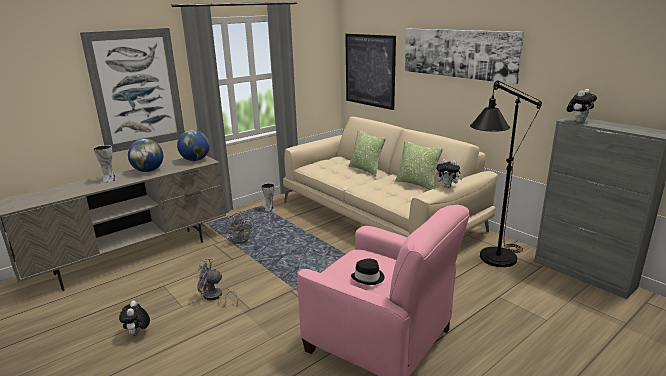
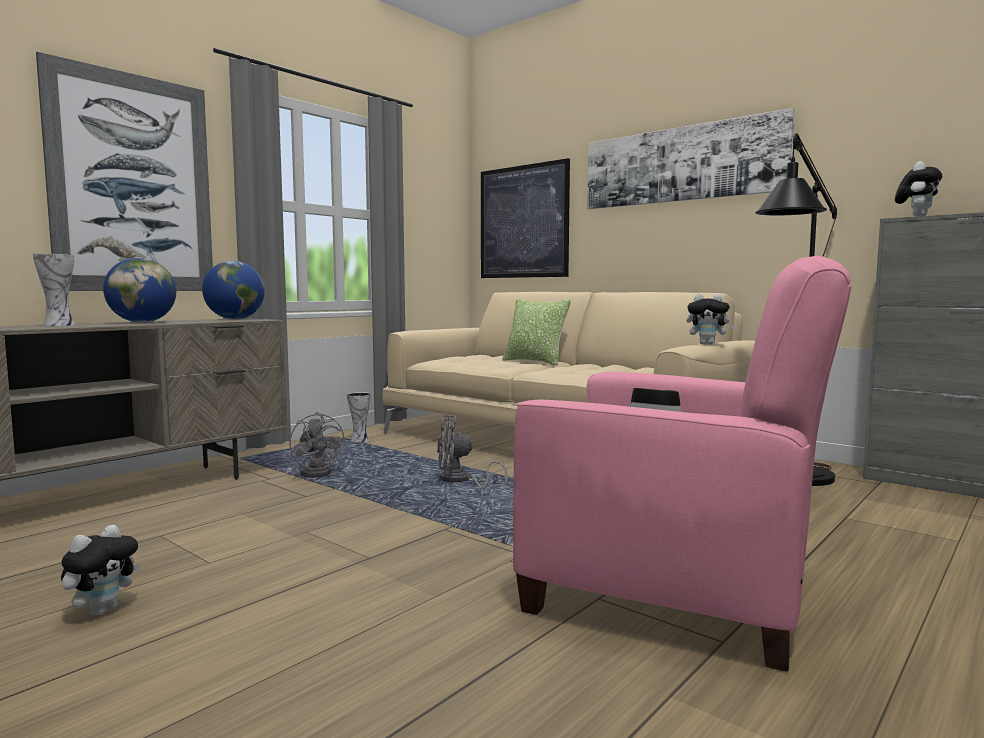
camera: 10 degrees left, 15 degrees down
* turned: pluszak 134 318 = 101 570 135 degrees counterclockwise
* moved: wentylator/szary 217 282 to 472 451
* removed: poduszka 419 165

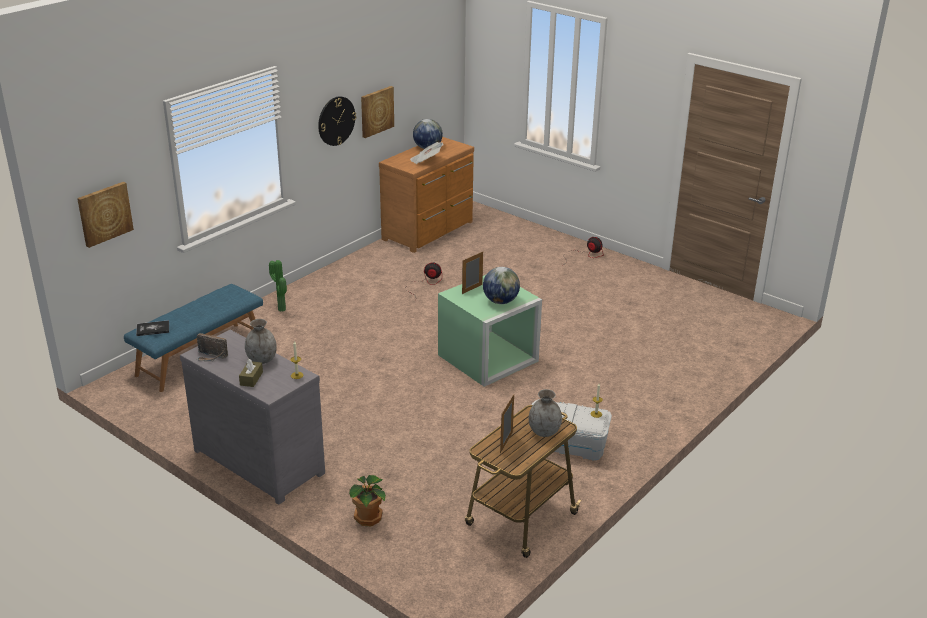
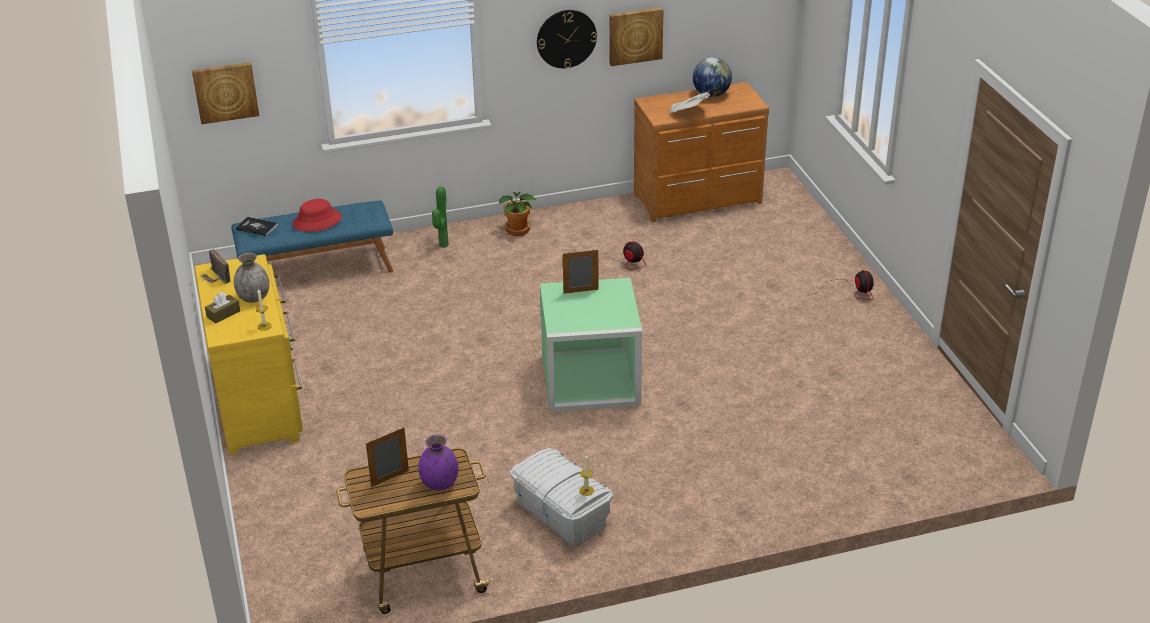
camera: 35 degrees right, 5 degrees up
* recoloured: komoda/szary 252 417 to komoda/żółty 248 354
* added: kapelusz/czerwony 317 215
* recoloured: wazon/szary 545 413 to wazon/fioletowy 438 463
* moved: roślina doniczkowa 367 500 to 517 214
* removed: globus 501 285

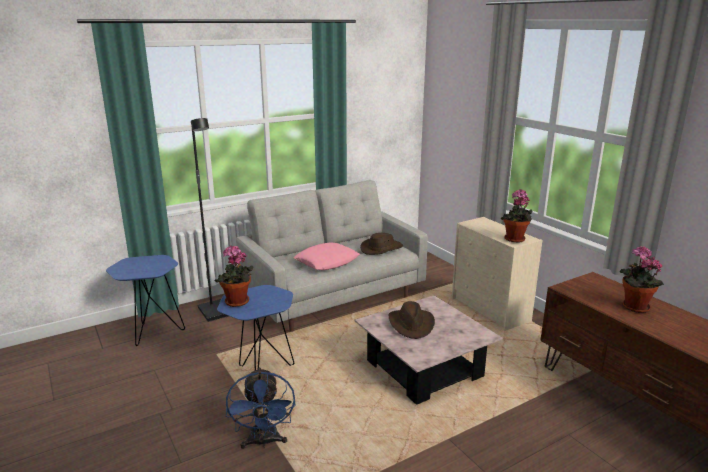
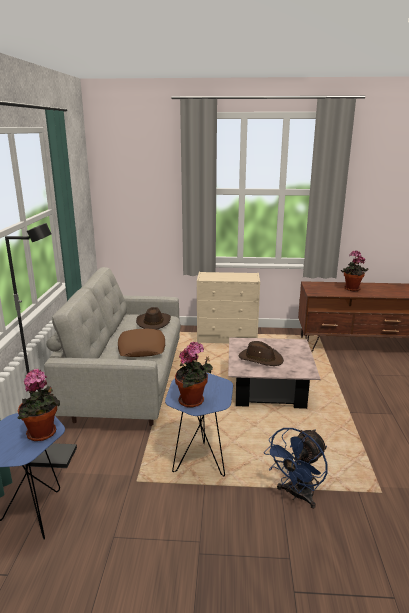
camera: 55 degrees left, 0 degrees up
* moved: roślina doniczkowa 517 215 to 38 405
* recoloured: poduszka/różowy 326 256 to poduszka/brązowy 141 343
* turned: wentylator/niebieski 260 408 = 295 468 105 degrees clockwise

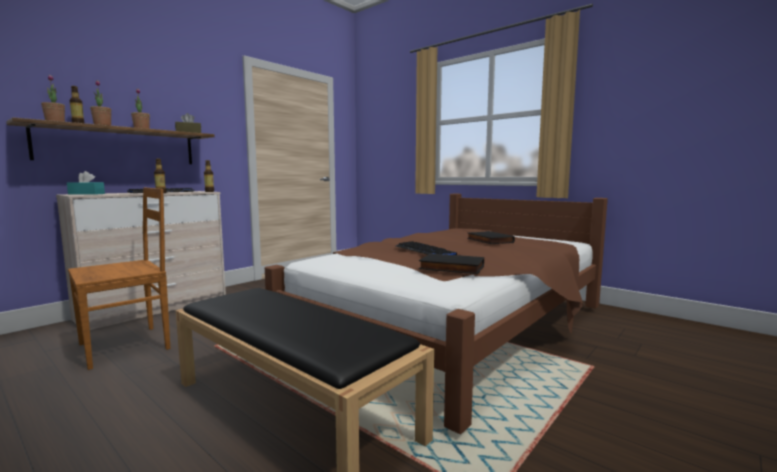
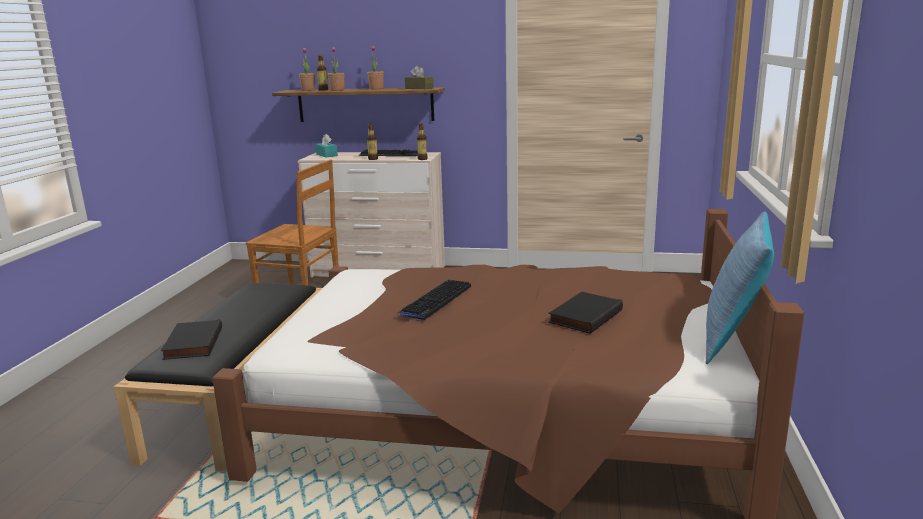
camera: 60 degrees right, 10 degrees up
* moved: książka/czarny 451 263 to 191 339
* added: poduszka 740 287

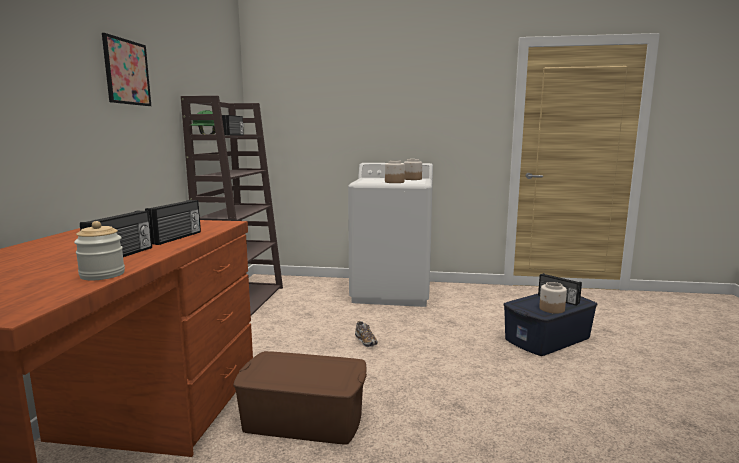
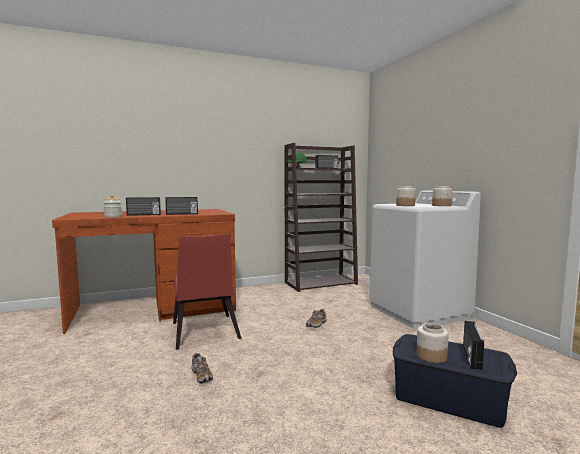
camera: 60 degrees right, 5 degrees down
* replaced: pojemnik do przechowywania/brązowy 300 398 to krzesło/czerwony 207 292
* added: but 202 368
* removed: obraz 126 69

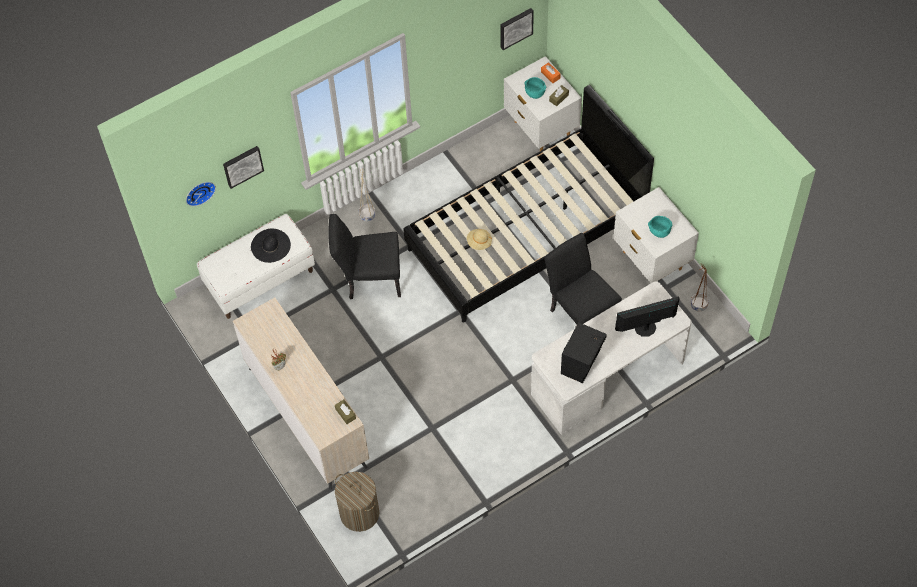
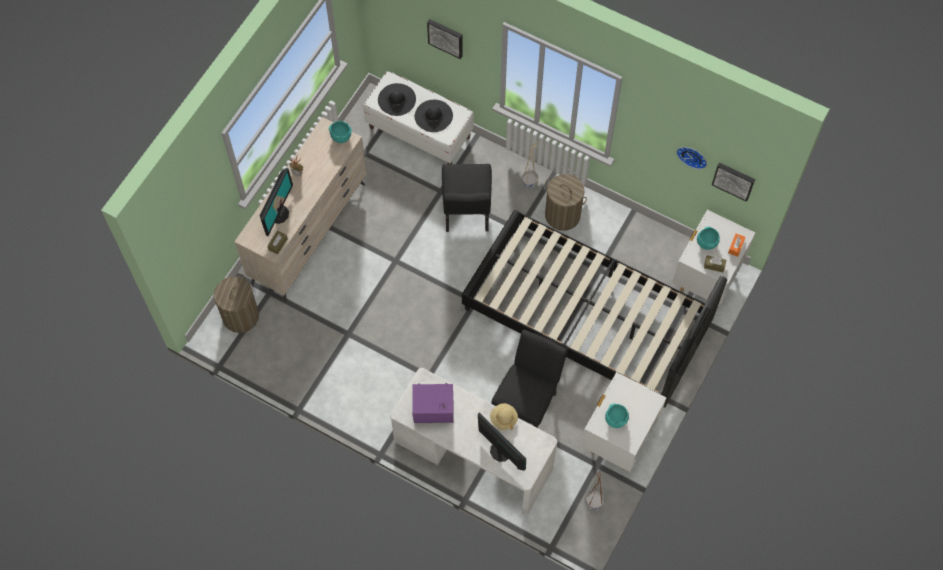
camera: 60 degrees right, 5 degrees up
* added: monitor 276 202
* added: miska/turkusowy 340 132
* added: kapelusz/czarny 397 99
* recoloured: głośnik/czarny 584 352 to głośnik/fioletowy 433 403
* turned: krzesło/czarny 364 256 = 467 198 150 degrees counterclockwise
* moved: kapelusz/beżowy 479 239 to 504 416
* added: kosz na pranie 566 202
* moved: zegar ścienny 201 194 to 692 158

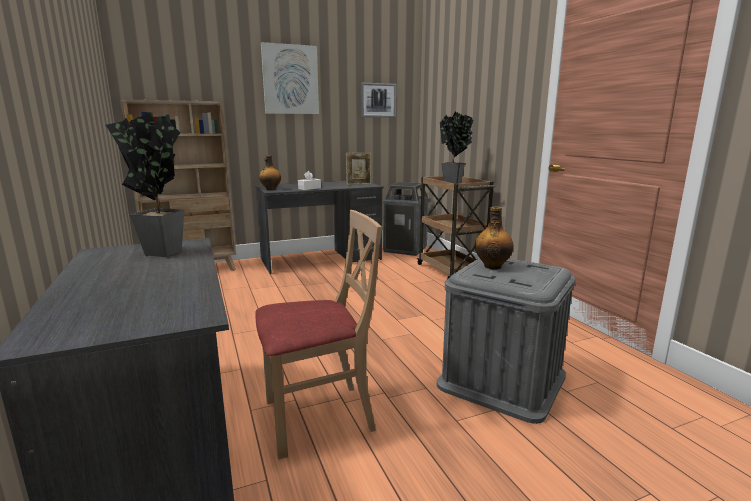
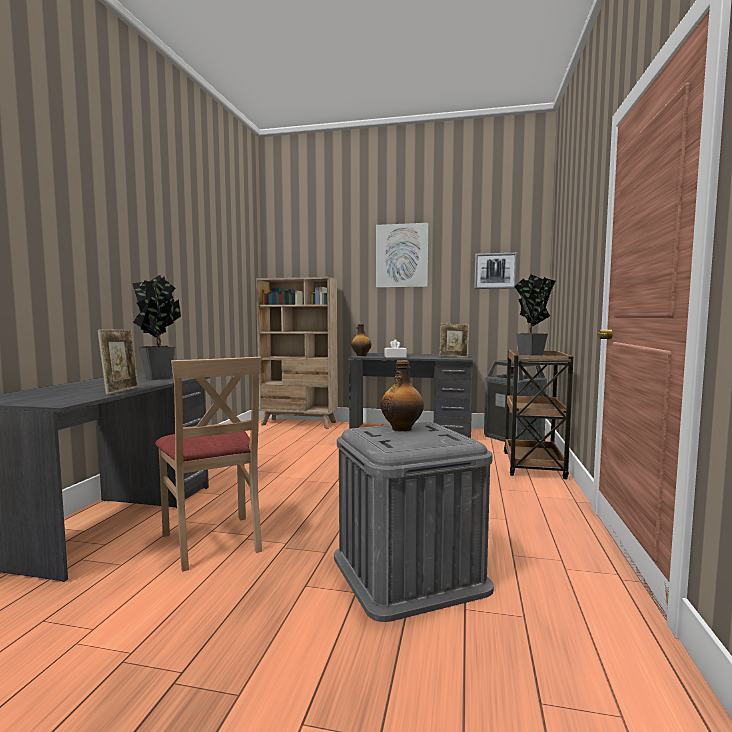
camera: 35 degrees right, 10 degrees down
* added: ramka na zdjęcie 118 362
* turned: krzesło/beżowy 318 334 = 208 464 45 degrees clockwise

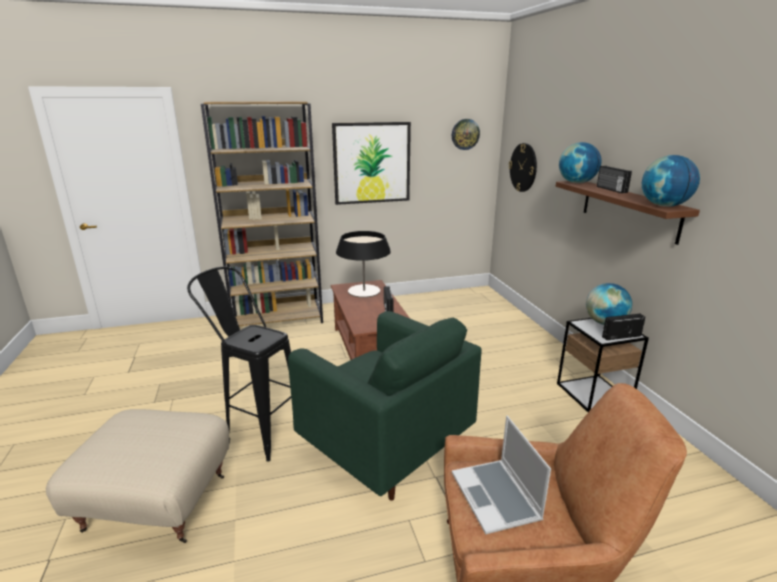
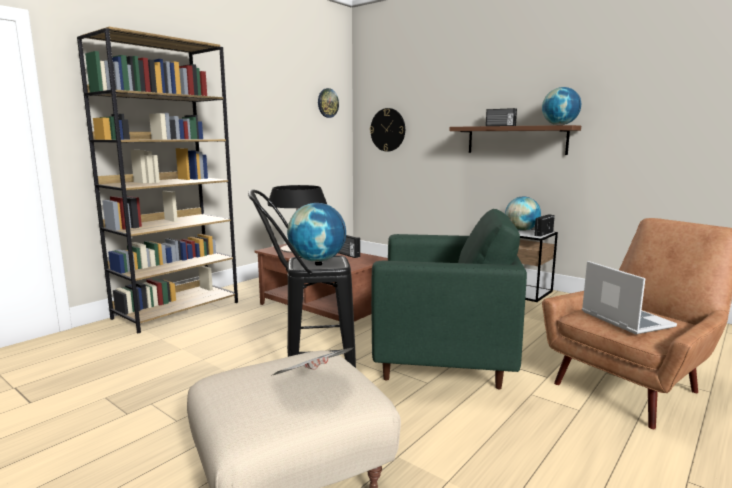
camera: 35 degrees left, 10 degrees down
* added: gazeta 312 362
* moved: globus 580 162 to 316 232
* turned: laptop 501 475 = 629 297 150 degrees counterclockwise
* removed: obraz 371 163

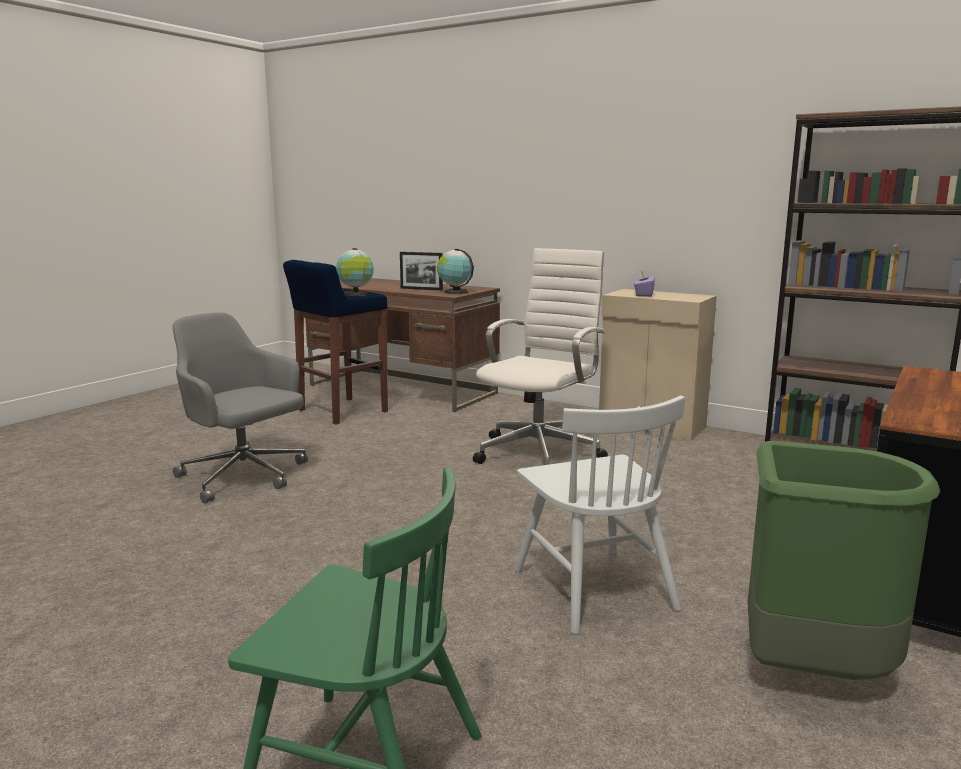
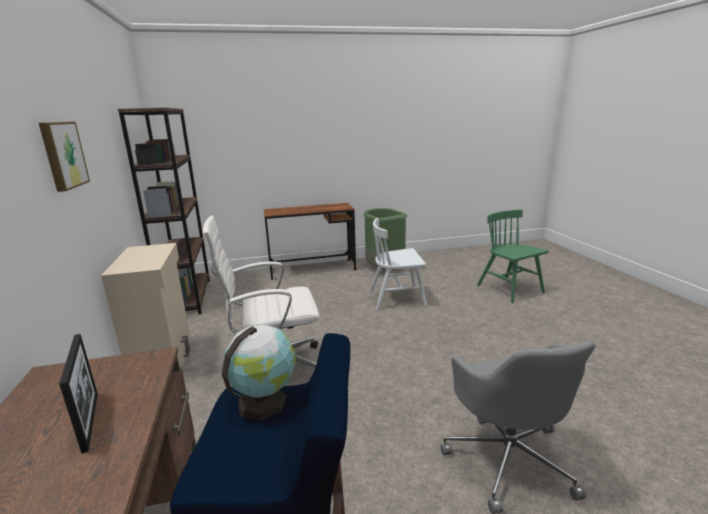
camera: 135 degrees left, 5 degrees up
* added: obraz 64 157
* turned: krzesło/biały 600 514 = 398 264 120 degrees counterclockwise
* removed: globus 455 271
* removed: pudełko chusteczek/fioletowy 644 284

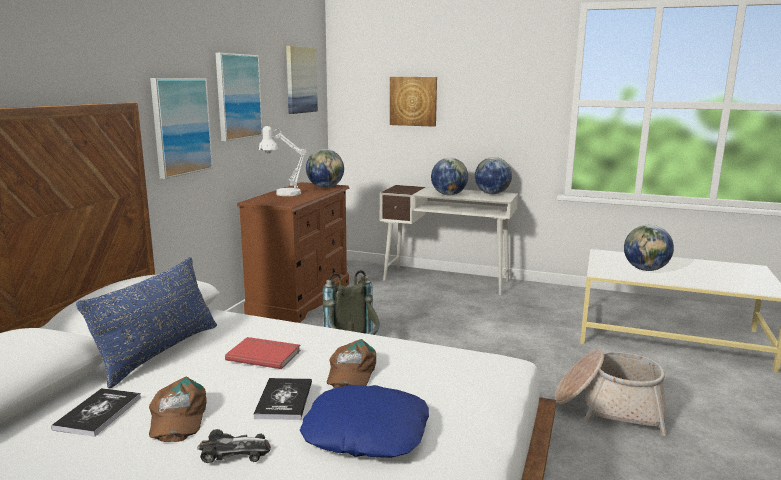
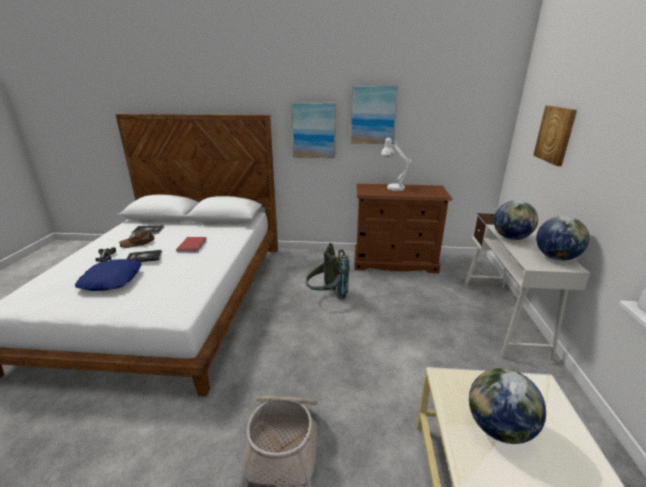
camera: 75 degrees right, 10 degrees up
* removed: poduszka/niebieski 146 322
* removed: obraz 302 80
* removed: globus 325 168
* removed: czapka z daszkiem/brązowy 351 363

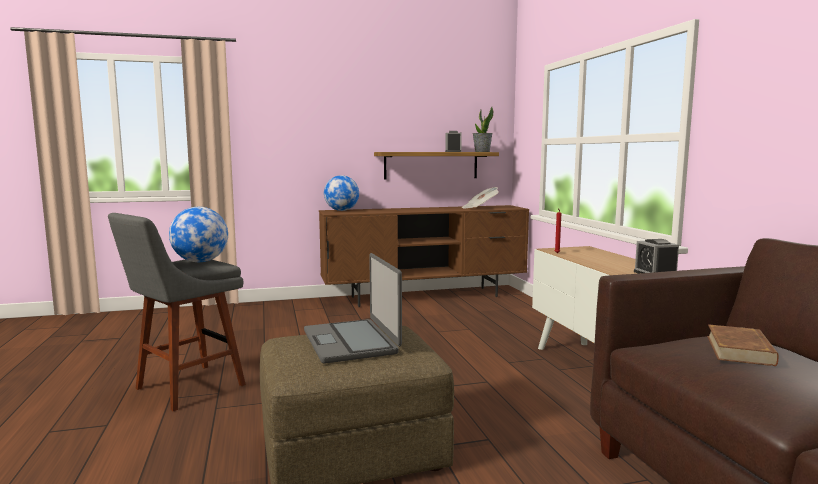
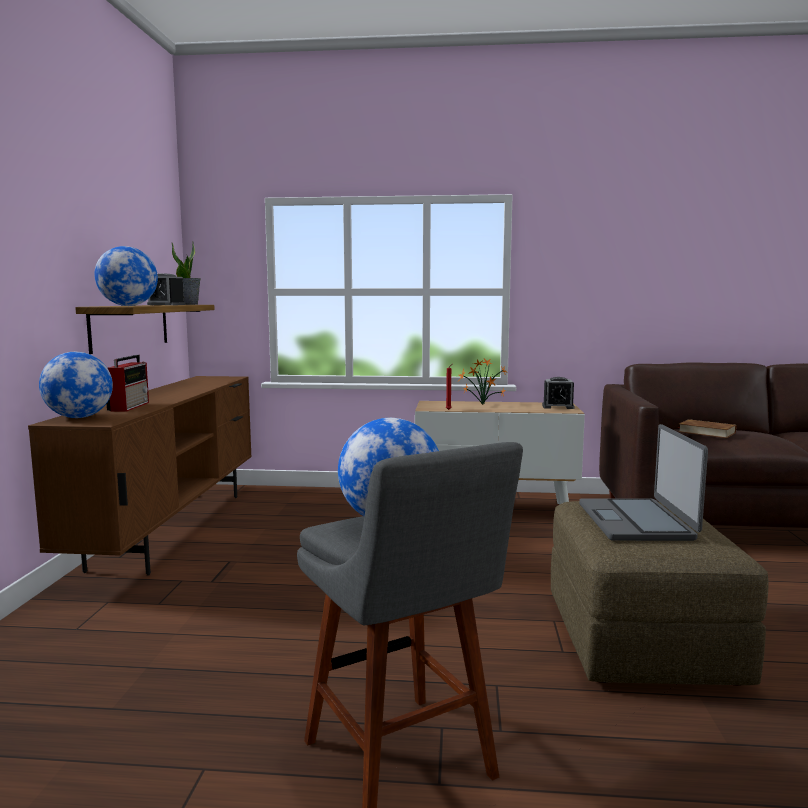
camera: 70 degrees left, 0 degrees up
* added: globus 126 276
* added: radio 128 383
* added: roślina doniczkowa 483 382
* turned: laptop 353 308 = 643 482 90 degrees clockwise
* removed: gazeta 480 197

